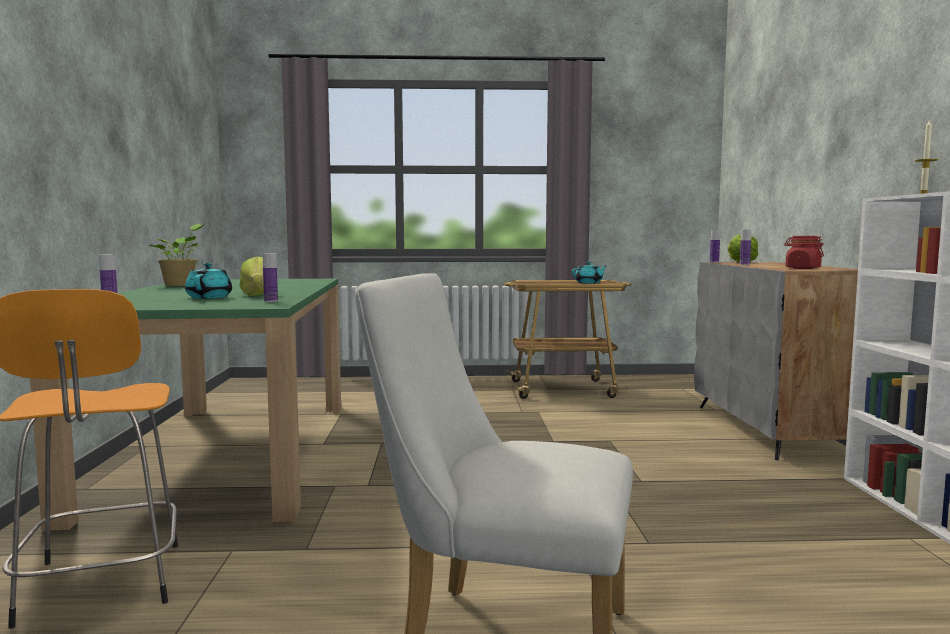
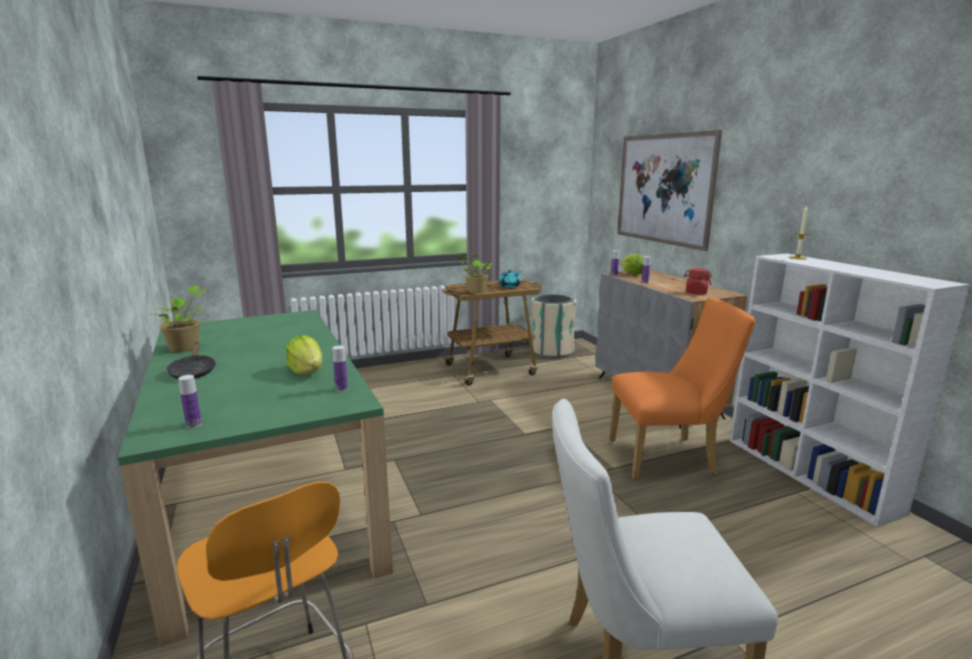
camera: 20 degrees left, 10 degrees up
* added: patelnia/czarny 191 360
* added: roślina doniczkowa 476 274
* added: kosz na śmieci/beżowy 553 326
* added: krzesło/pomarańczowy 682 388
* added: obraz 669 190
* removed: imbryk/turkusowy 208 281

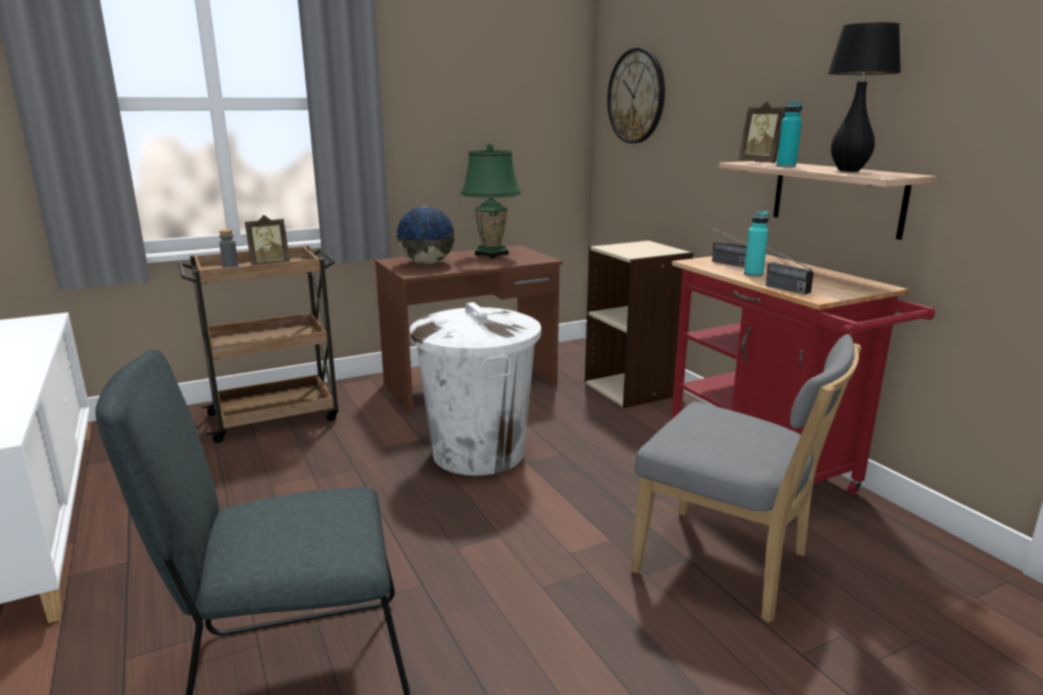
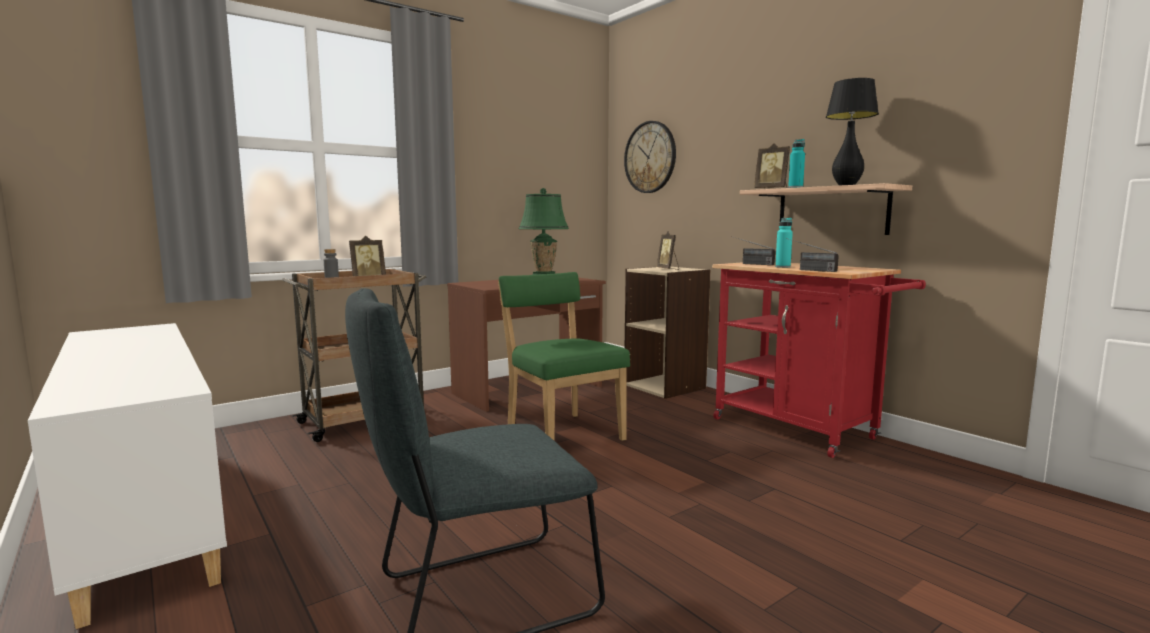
camera: 10 degrees left, 10 degrees down
* replaced: kosz na śmieci/biały 475 389 to krzesło/zielony 564 356
* added: ramka na zdjęcie 668 250
* removed: globus 425 235
* removed: krzesło/szary 746 478

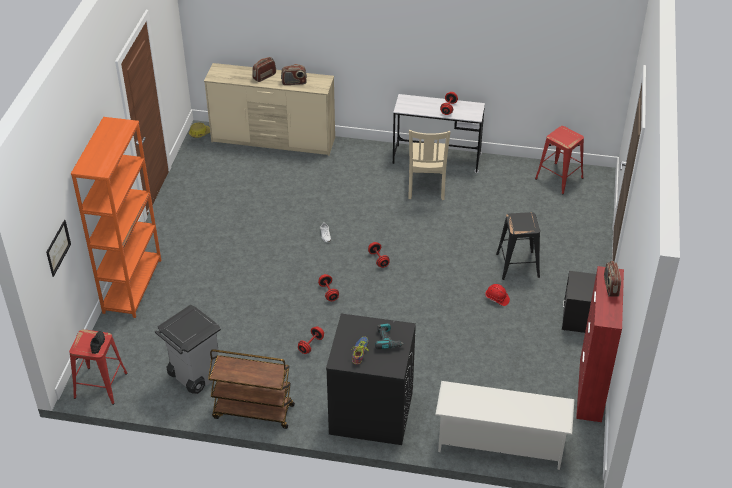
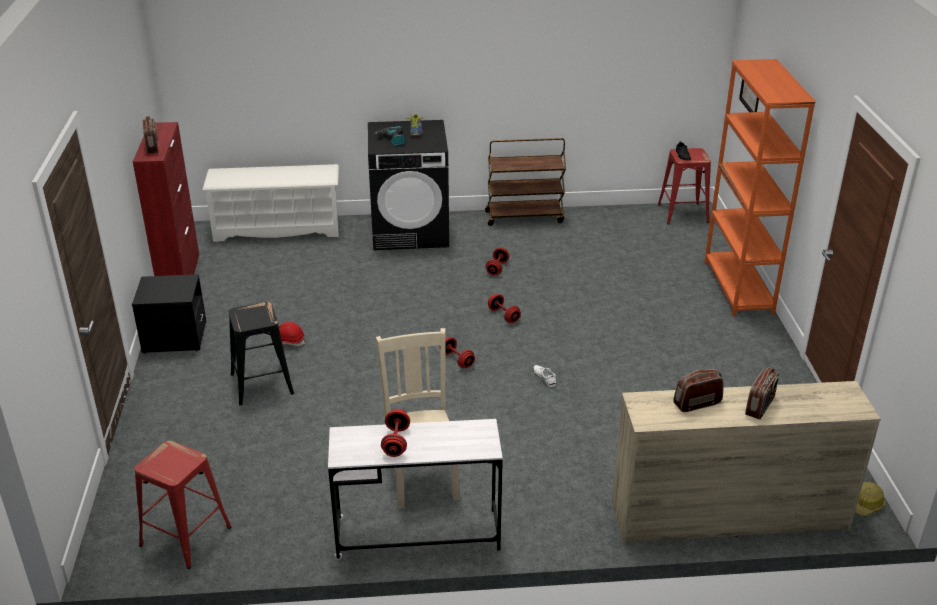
camera: 165 degrees right, 10 degrees down
* removed: kosz na śmieci/szary 188 349

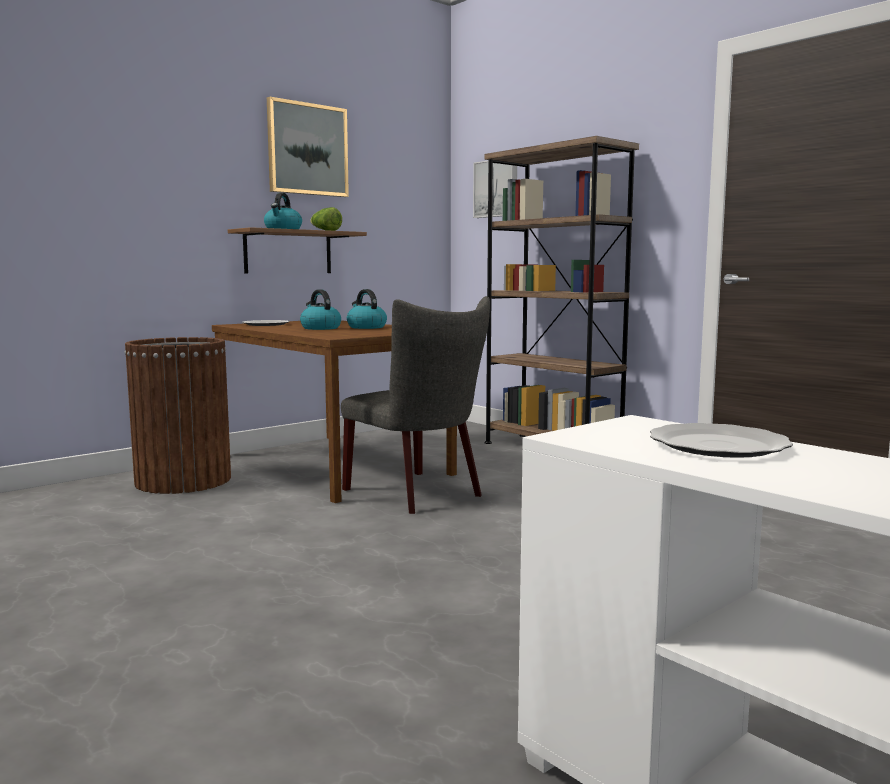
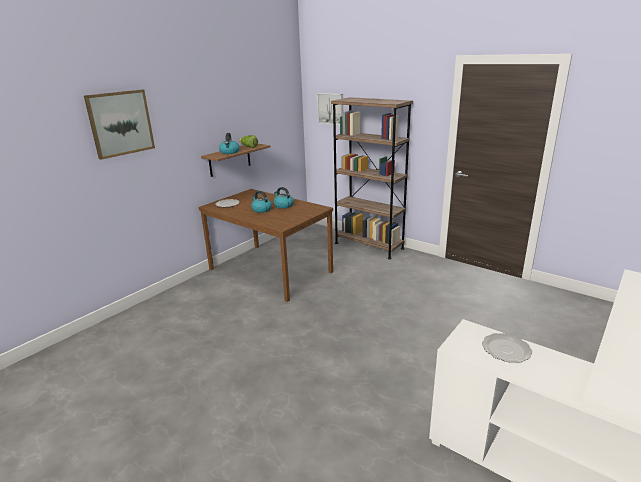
camera: 10 degrees left, 15 degrees up
* moved: obraz 308 147 to 119 124
* removed: kosz na śmieci/brązowy 177 415
* removed: krzesło/szary 415 405

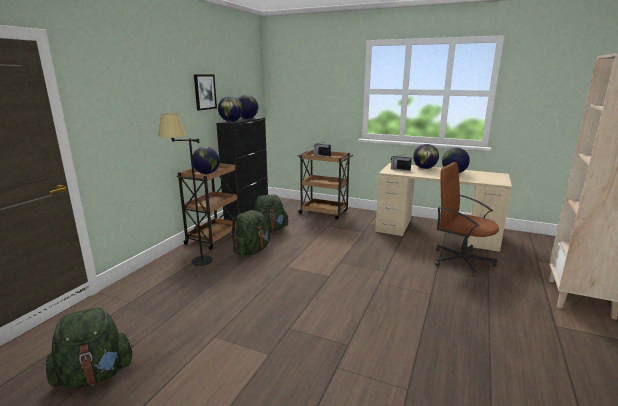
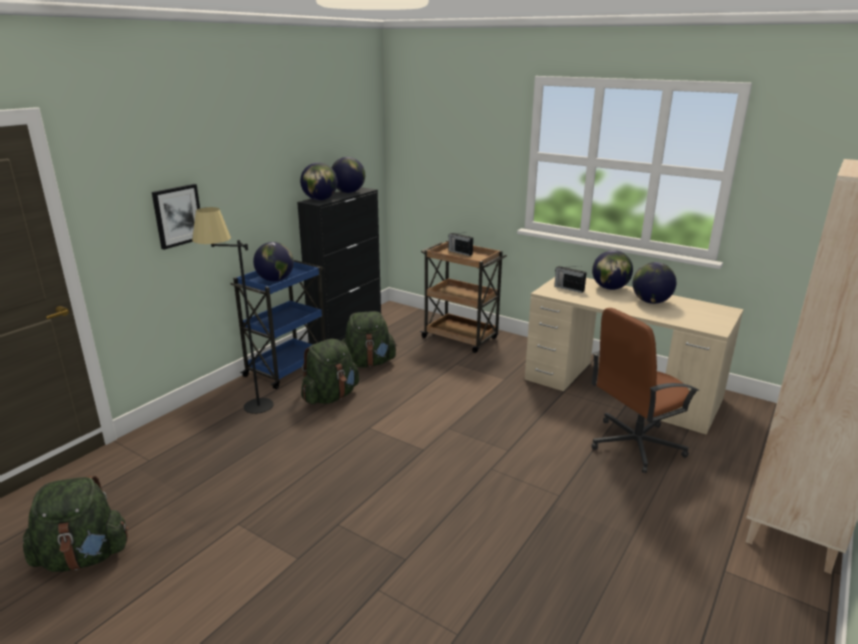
camera: 10 degrees right, 5 degrees up
* moved: obraz 205 93 to 176 217
* recoloured: wózek/brązowy 208 206 to wózek/niebieski 278 324
* turned: krzesło biurowe/brązowy 467 219 = 645 390 75 degrees counterclockwise

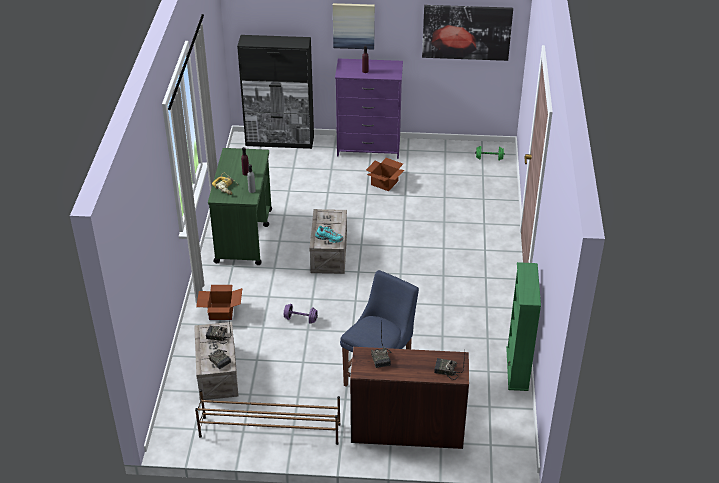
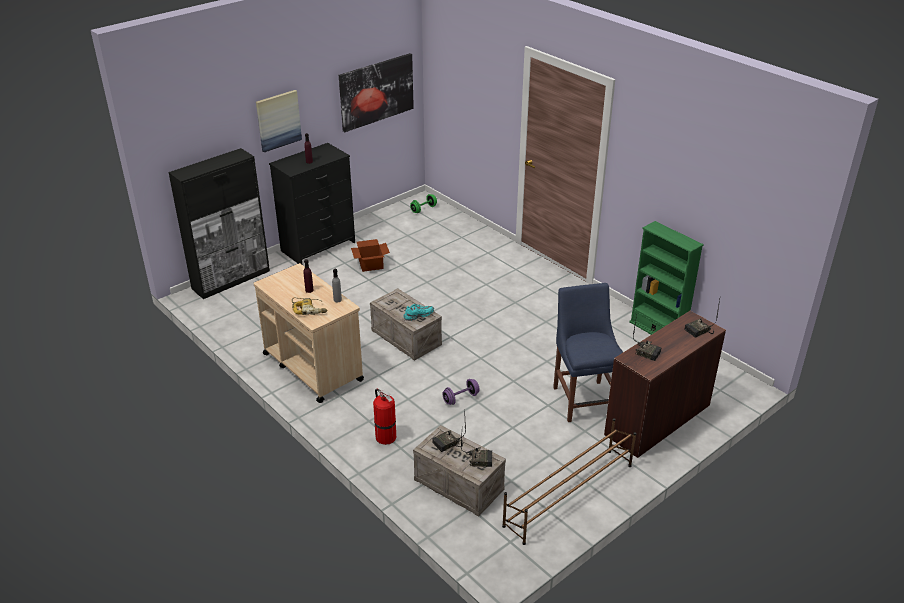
camera: 45 degrees left, 5 degrees down
* recoloured: wózek/zielony 240 206 to wózek/beżowy 308 333
* recoloured: komoda/fioletowy 369 109 to komoda/czarny 312 203
* replaced: karton 219 302 to gaśnica 384 417

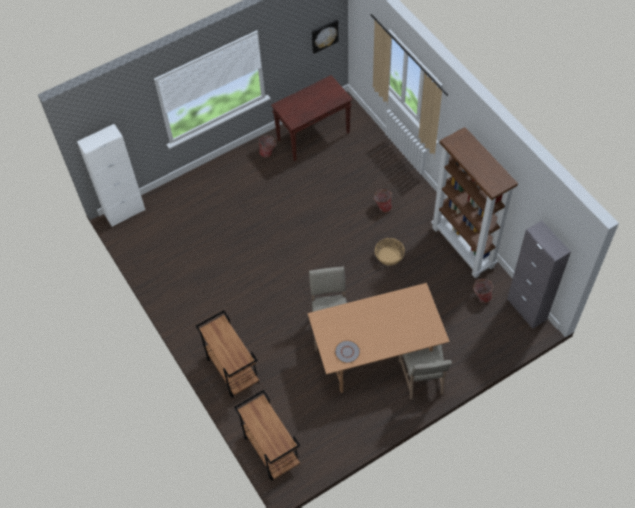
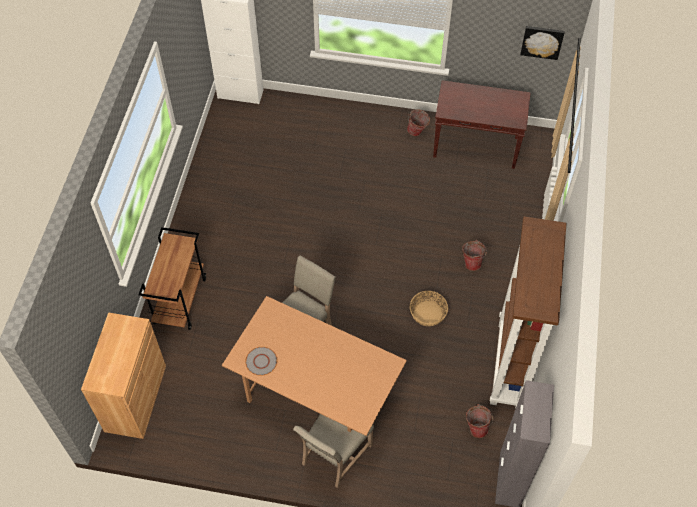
camera: 40 degrees right, 0 degrees up
* replaced: wózek/brązowy 267 435 to szafka/brązowy 123 375

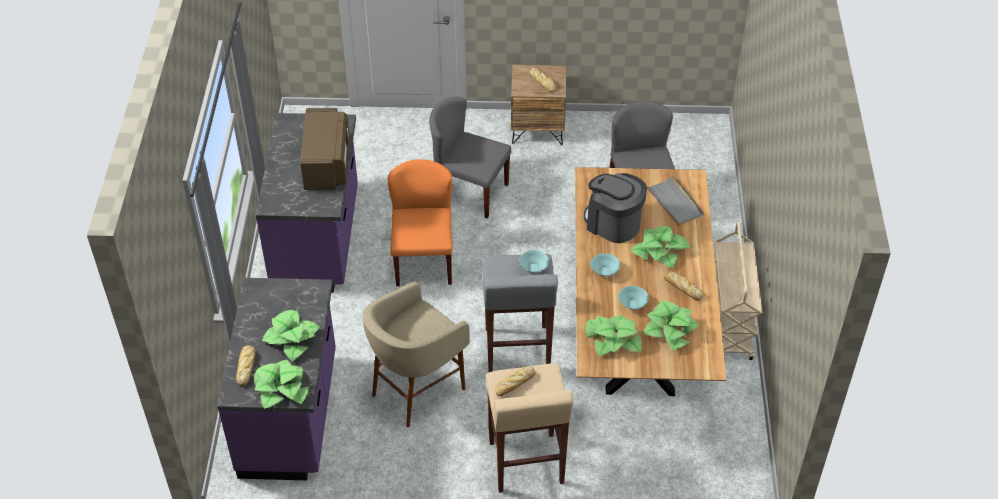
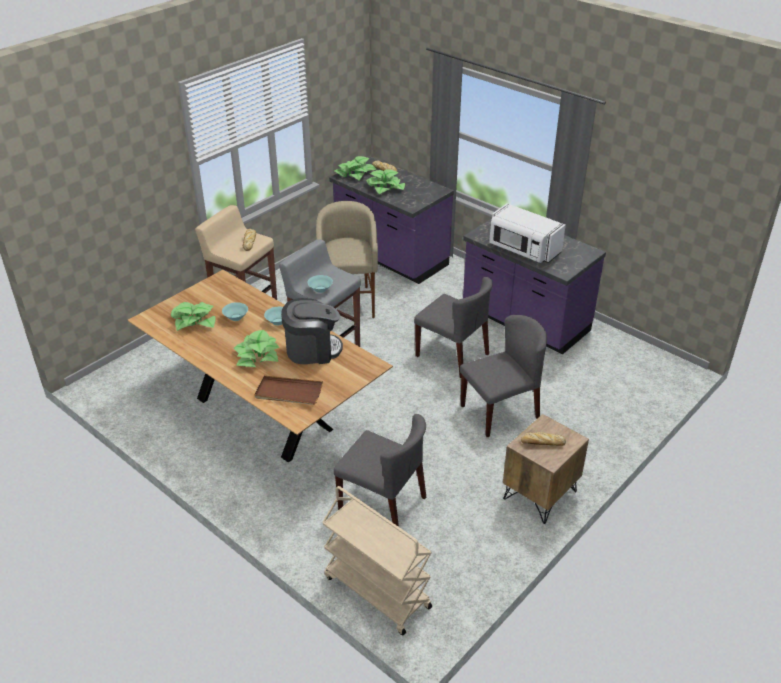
camera: 130 degrees right, 10 degrees down
* recoloured: taca/szary 675 200 to taca/brązowy 289 390
* moved: wózek/beżowy 738 291 to 377 560
* recoloured: krzesło/pomarańczowy 420 222 to krzesło/szary 453 327
* recoloured: mikrofalówka/brązowy 324 149 to mikrofalówka/biały 527 233
* removed: roślina doniczkowa 613 336
* removed: chleb 683 286

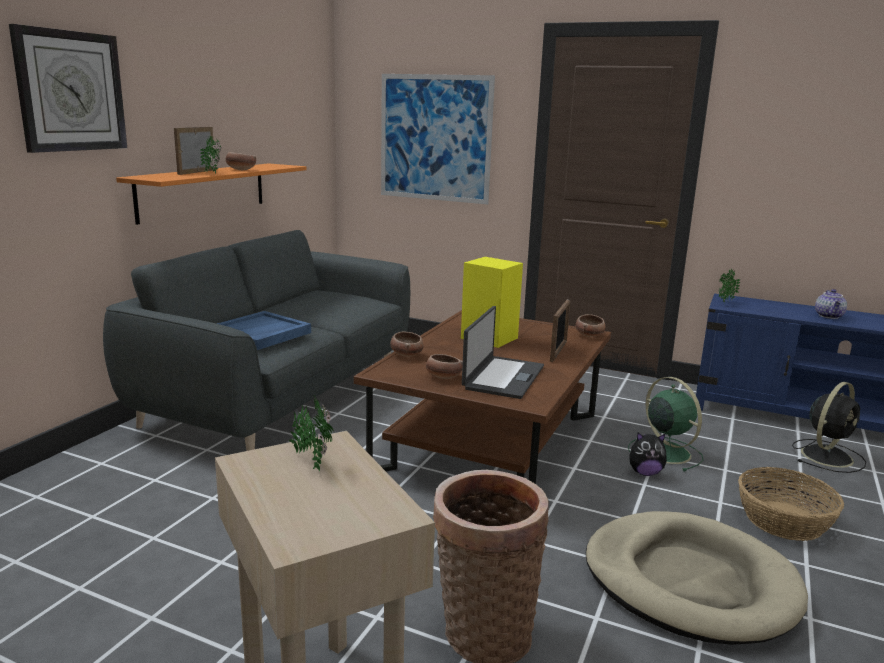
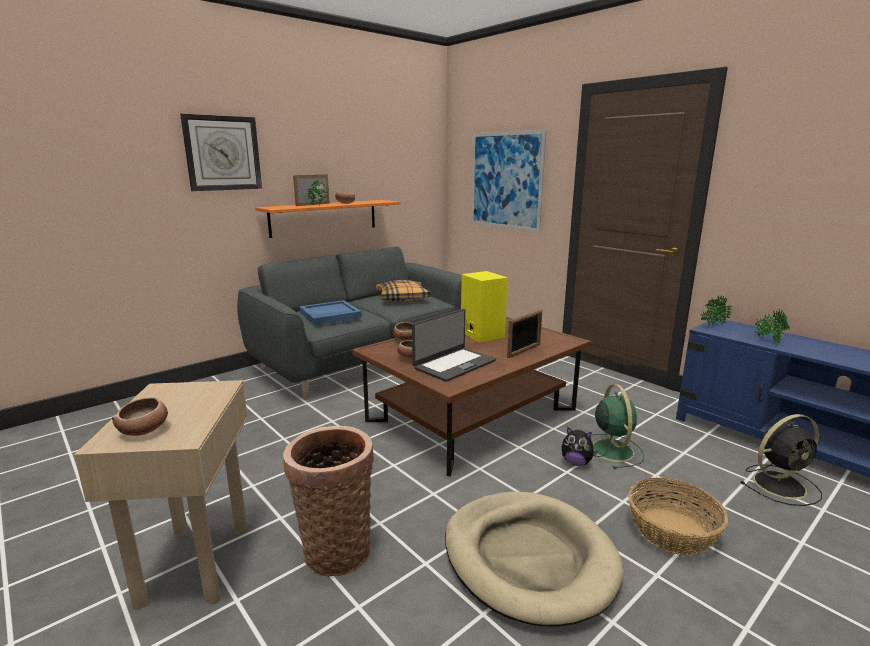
camera: 25 degrees right, 0 degrees up
* moved: miska 590 325 to 140 416
* added: poduszka 403 291
* moved: roślina doniczkowa 311 433 to 772 326
* removed: imbryk 831 304

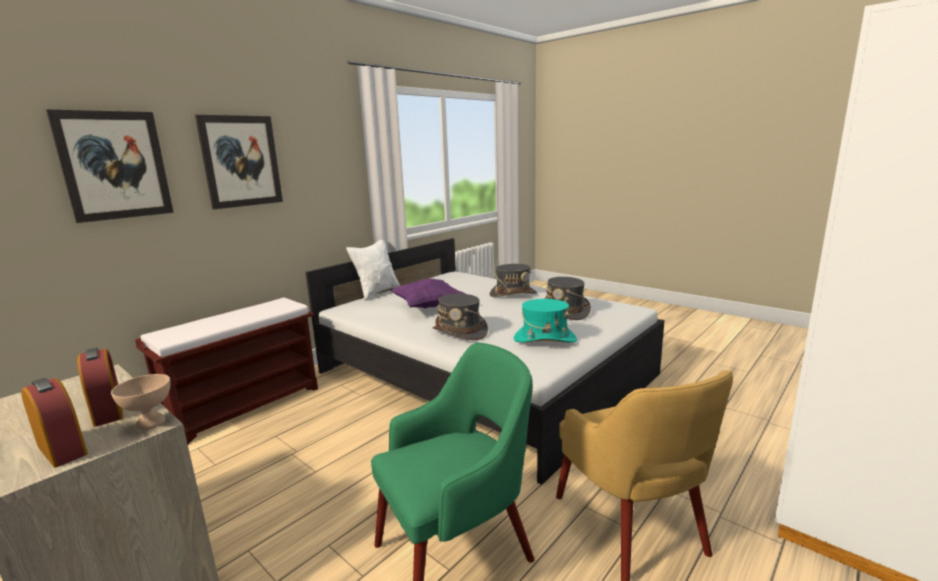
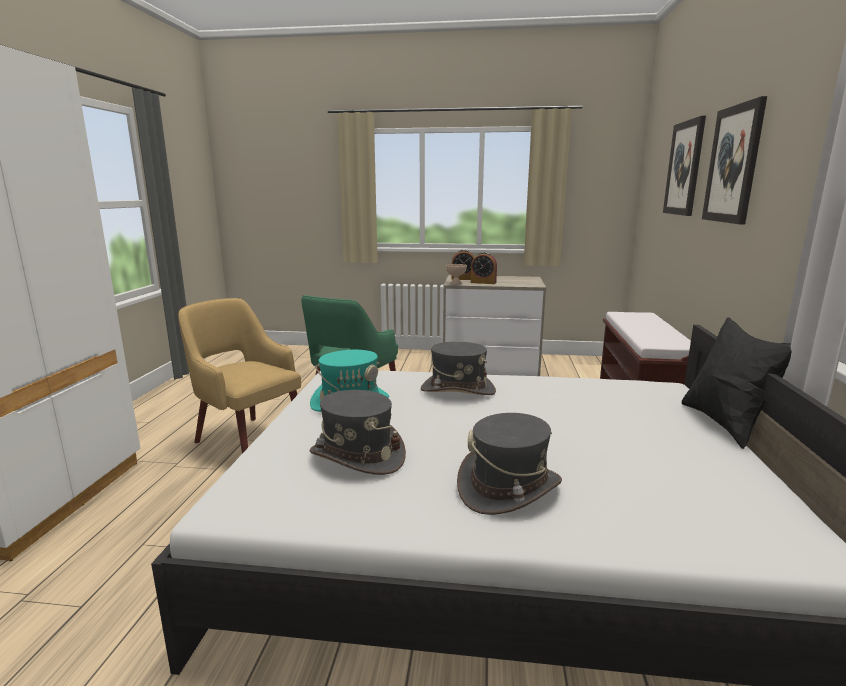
camera: 145 degrees right, 0 degrees up
* recoloured: poduszka/biały 373 270 to poduszka/czarny 737 383
* removed: poduszka/fioletowy 427 293

